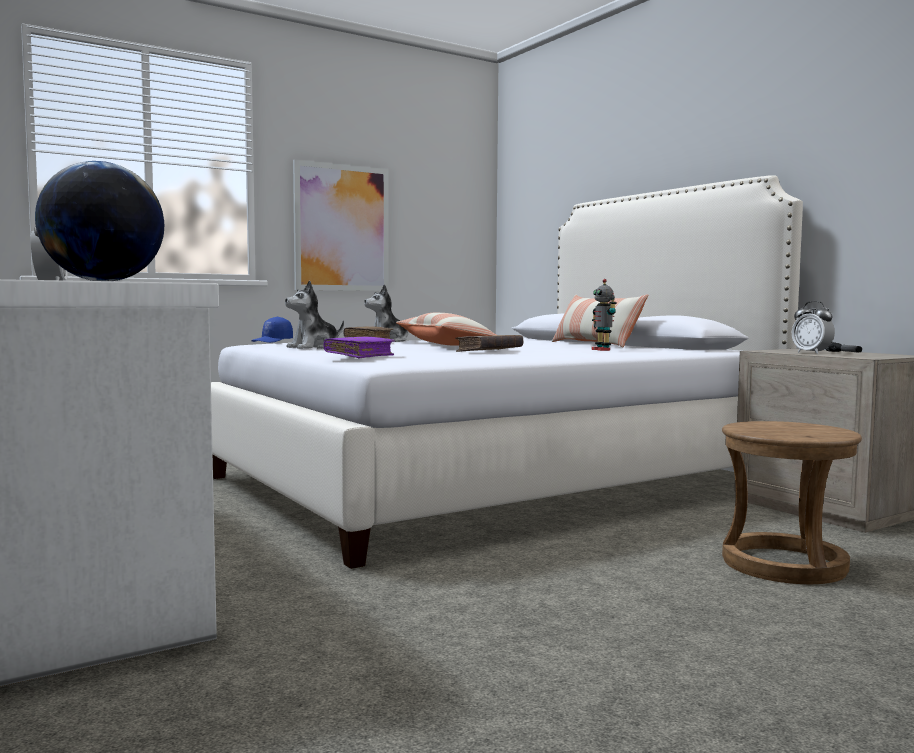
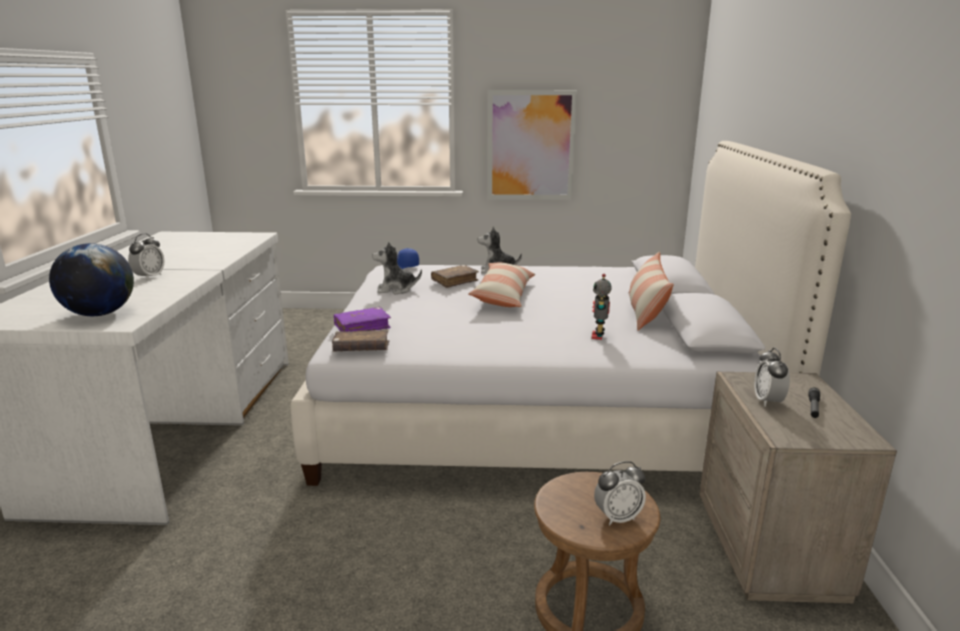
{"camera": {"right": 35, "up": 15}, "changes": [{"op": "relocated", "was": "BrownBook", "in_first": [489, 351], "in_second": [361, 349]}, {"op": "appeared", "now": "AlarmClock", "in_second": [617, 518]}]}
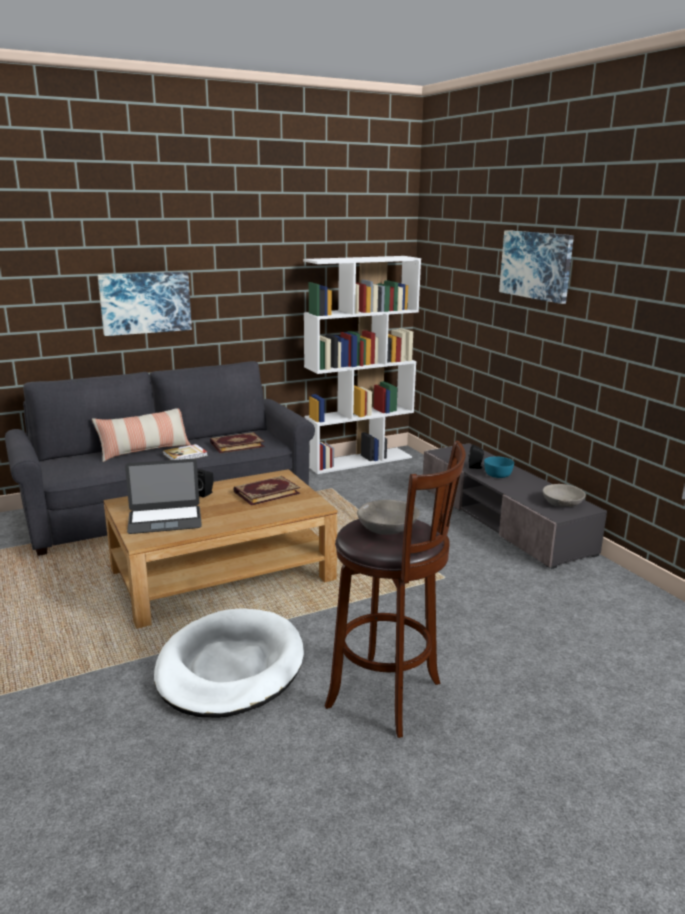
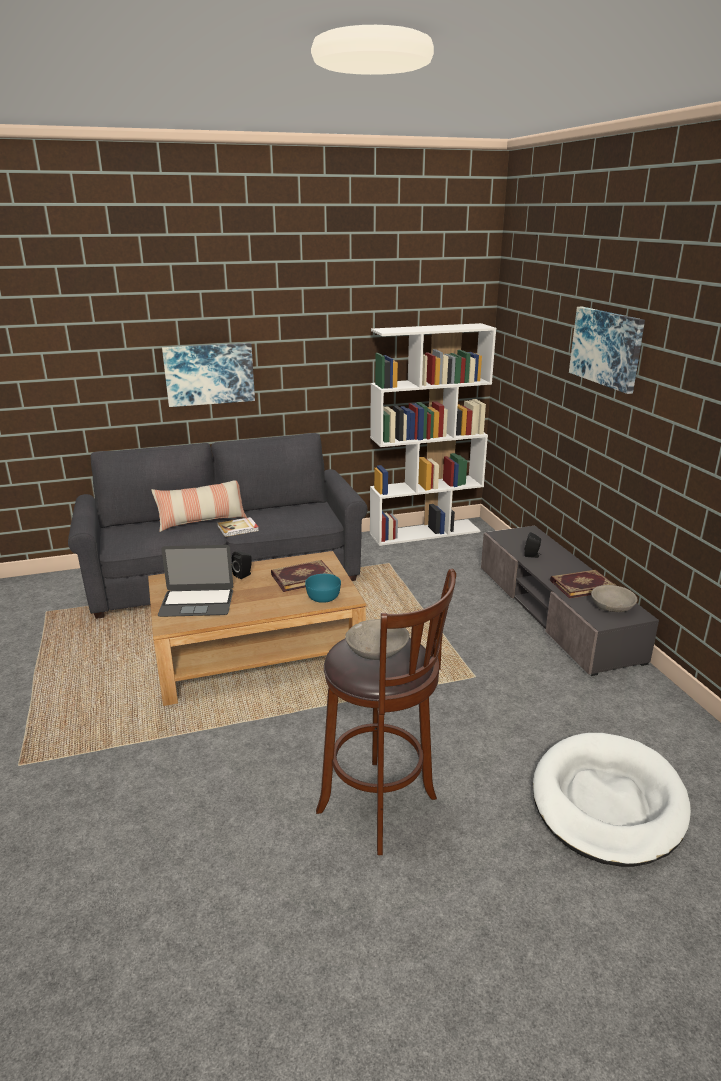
{"camera": {"right": 10, "up": 5}, "changes": [{"op": "relocated", "was": "Book", "in_first": [236, 444], "in_second": [581, 585]}, {"op": "relocated", "was": "TurquoiseBowl", "in_first": [497, 475], "in_second": [322, 597]}, {"op": "relocated", "was": "WhiteDogBed", "in_first": [230, 667], "in_second": [607, 802]}]}
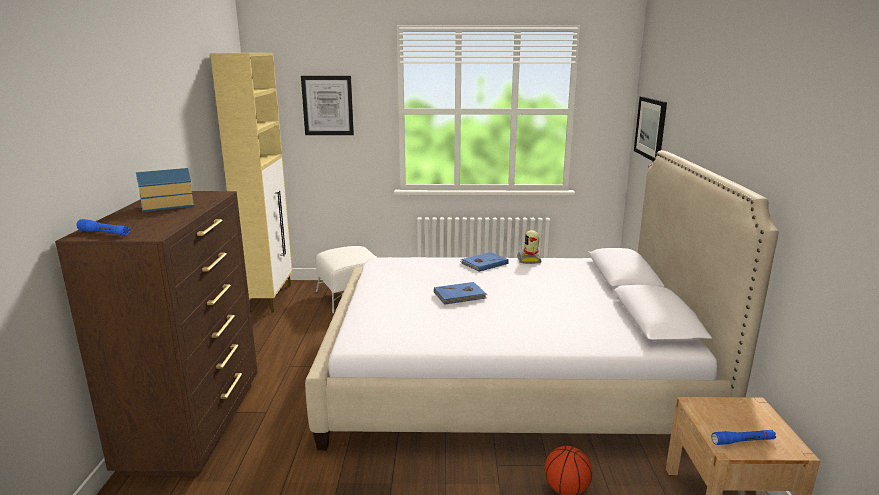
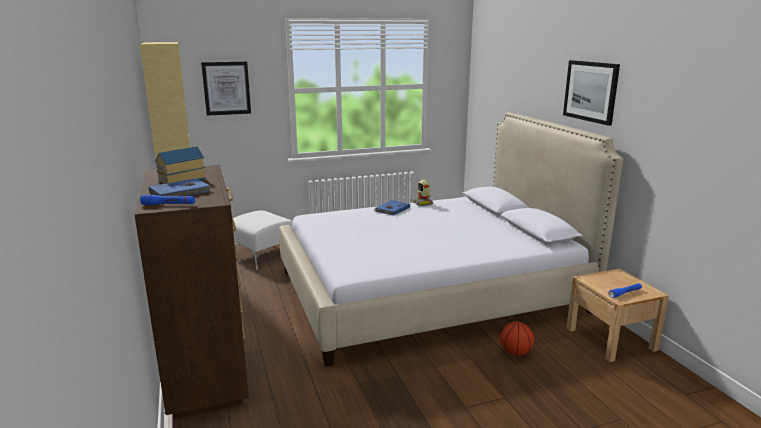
{"camera": {"right": -20, "up": 0}, "changes": [{"op": "relocated", "was": "Picture", "in_first": [651, 128], "in_second": [591, 91]}, {"op": "relocated", "was": "BlueBook", "in_first": [460, 295], "in_second": [181, 192]}]}
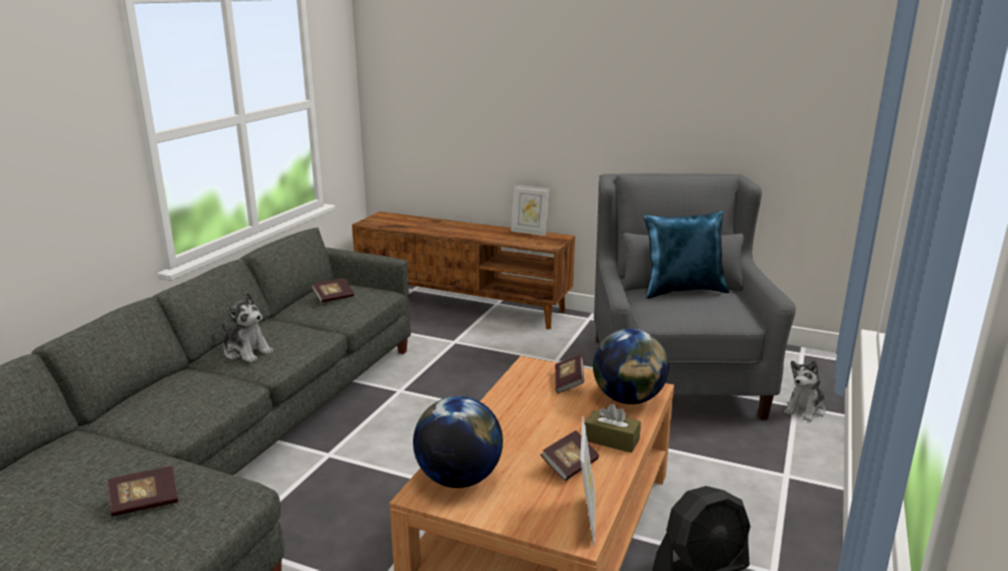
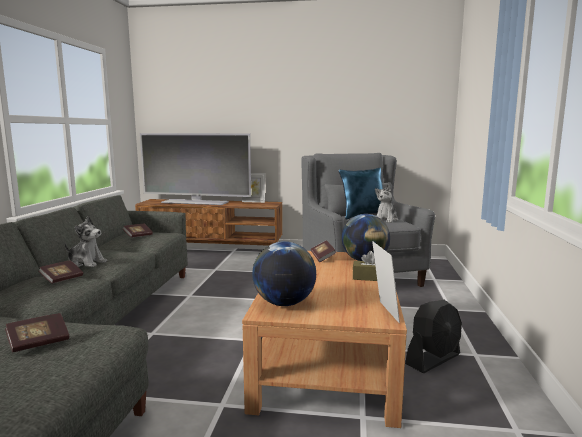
{"camera": {"right": -15, "up": -10}, "changes": [{"op": "relocated", "was": "PlushToy", "in_first": [805, 409], "in_second": [386, 220]}, {"op": "relocated", "was": "Book", "in_first": [570, 466], "in_second": [62, 279]}, {"op": "appeared", "now": "Television", "in_second": [195, 202]}]}
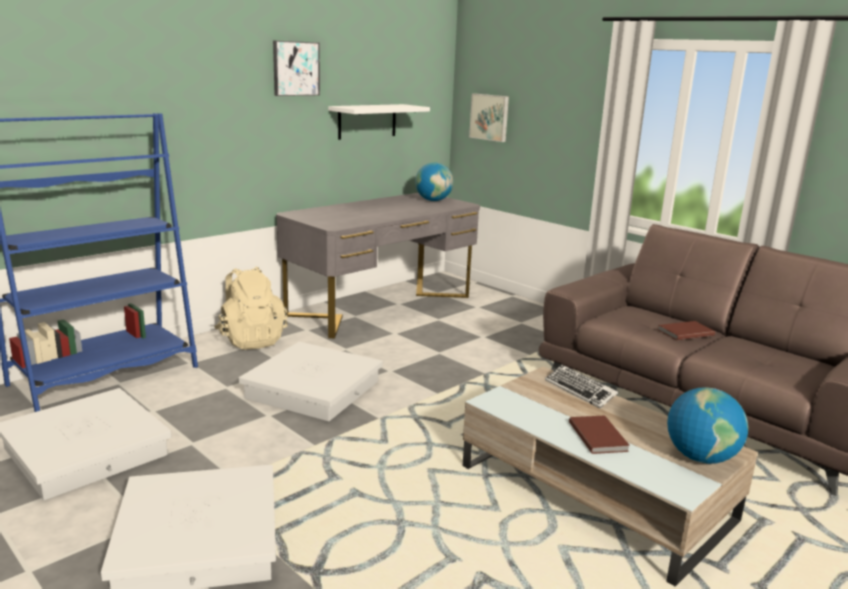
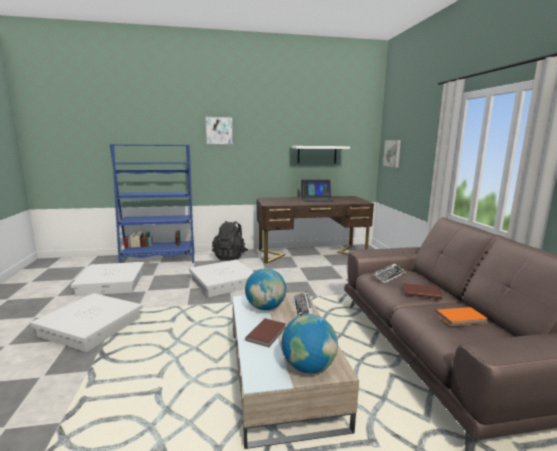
{"camera": {"right": 35, "up": -5}, "changes": [{"op": "relocated", "was": "Picture", "in_first": [295, 68], "in_second": [219, 130]}, {"op": "relocated", "was": "Globe", "in_first": [433, 200], "in_second": [265, 308]}, {"op": "colour", "was": "GreyDesk", "now": "BrownDesk", "in_first": [381, 305], "in_second": [311, 254]}, {"op": "colour", "was": "BeigeBackpack", "now": "BlackBackpack", "in_first": [251, 340], "in_second": [230, 257]}, {"op": "appeared", "now": "Laptop", "in_second": [316, 199]}, {"op": "appeared", "now": "Keyboard", "in_second": [389, 276]}, {"op": "appeared", "now": "OrangeBook", "in_second": [461, 318]}]}
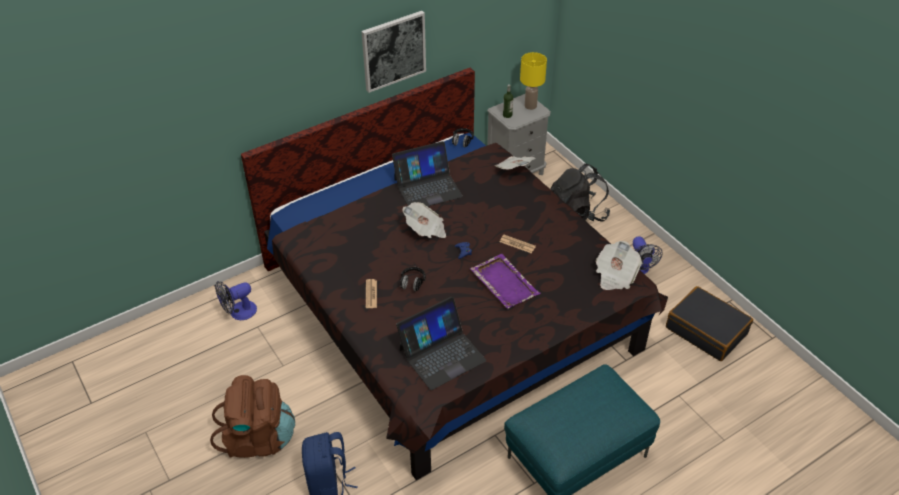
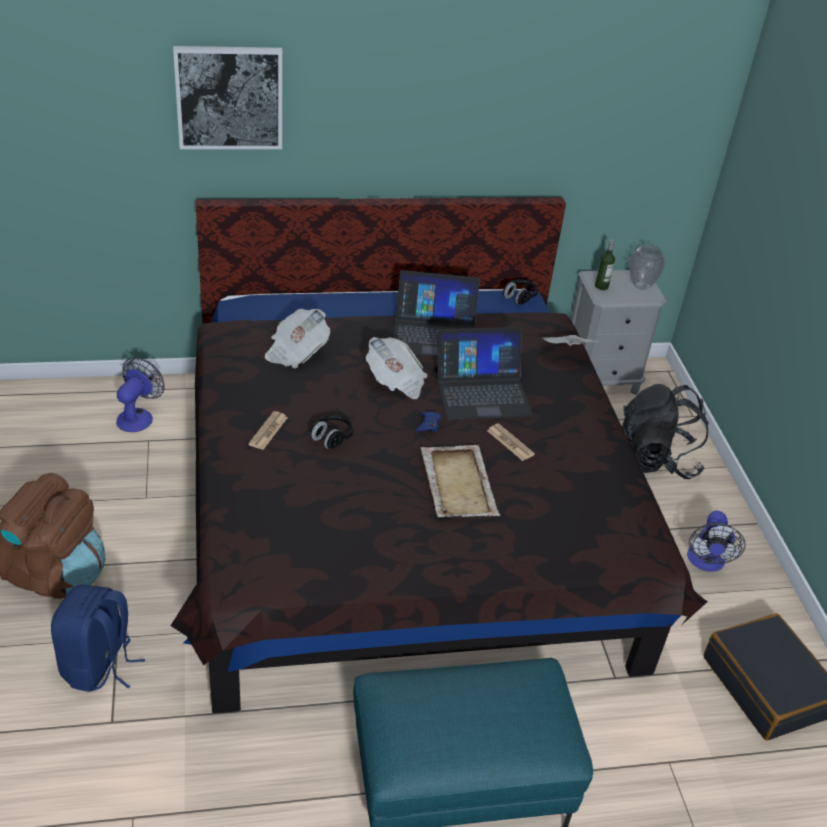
{"camera": {"right": 20, "up": -5}, "changes": [{"op": "relocated", "was": "Picture", "in_first": [393, 50], "in_second": [229, 97]}, {"op": "exchanged", "was": "YellowTableLamp", "now": "Vase", "in_first": [531, 106], "in_second": [641, 286]}, {"op": "relocated", "was": "Newspaper", "in_first": [615, 275], "in_second": [296, 352]}, {"op": "colour", "was": "PurpleTray", "now": "BeigeTray", "in_first": [504, 282], "in_second": [458, 483]}, {"op": "spun", "was": "Fan", "in_first": [238, 312], "in_second": [138, 416], "clockwise": 120}, {"op": "relocated", "was": "Laptop", "in_first": [441, 354], "in_second": [482, 392]}]}
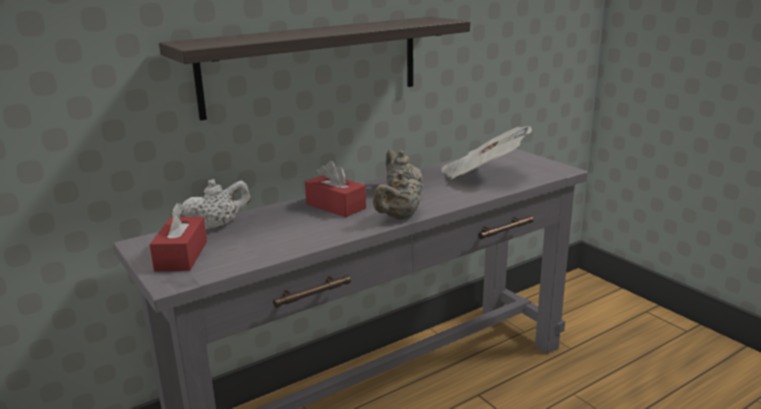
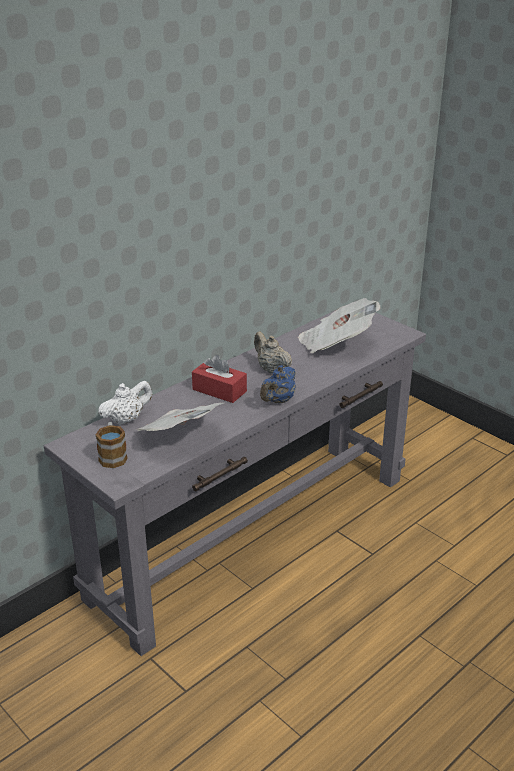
{"camera": {"right": -10, "up": 10}, "changes": [{"op": "missing", "was": "Shelf", "in_first": [313, 65]}, {"op": "colour", "was": "BeigeTeapot", "now": "BlueTeapot", "in_first": [399, 217], "in_second": [278, 400]}, {"op": "exchanged", "was": "RedTissueBox", "now": "Mug", "in_first": [181, 256], "in_second": [112, 455]}, {"op": "appeared", "now": "Newspaper", "in_second": [180, 436]}]}
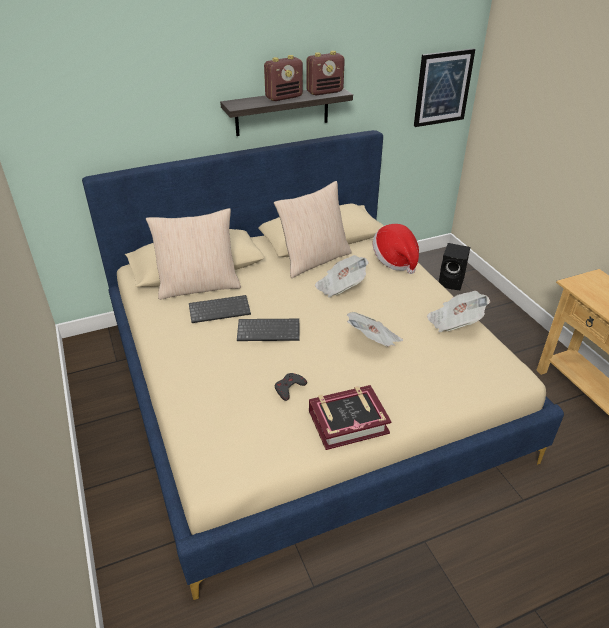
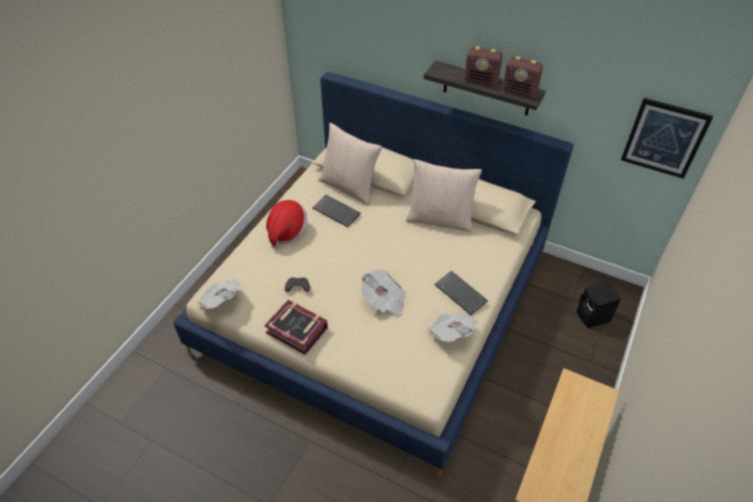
{"camera": {"right": 50, "up": 10}, "changes": [{"op": "relocated", "was": "Hat", "in_first": [395, 260], "in_second": [286, 232]}, {"op": "relocated", "was": "Newspaper", "in_first": [340, 287], "in_second": [220, 300]}, {"op": "relocated", "was": "Keyboard", "in_first": [269, 330], "in_second": [462, 293]}]}
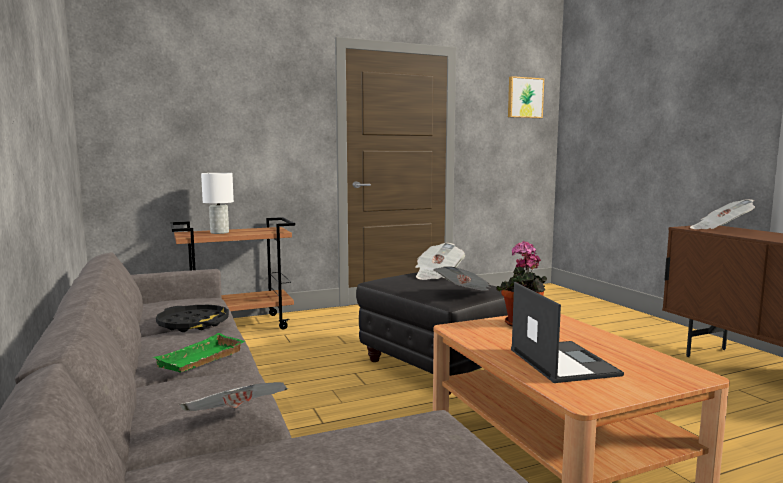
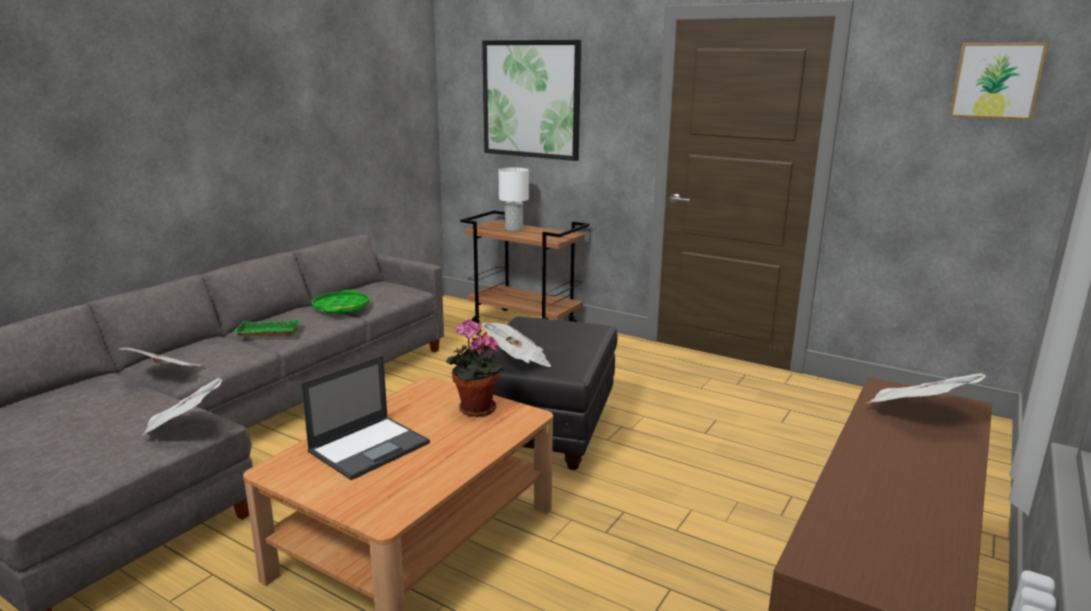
{"camera": {"right": 55, "up": 10}, "changes": [{"op": "relocated", "was": "Newspaper", "in_first": [437, 275], "in_second": [184, 425]}, {"op": "colour", "was": "BlackTray", "now": "GreenTray", "in_first": [193, 324], "in_second": [341, 307]}, {"op": "appeared", "now": "Picture", "in_second": [531, 99]}]}
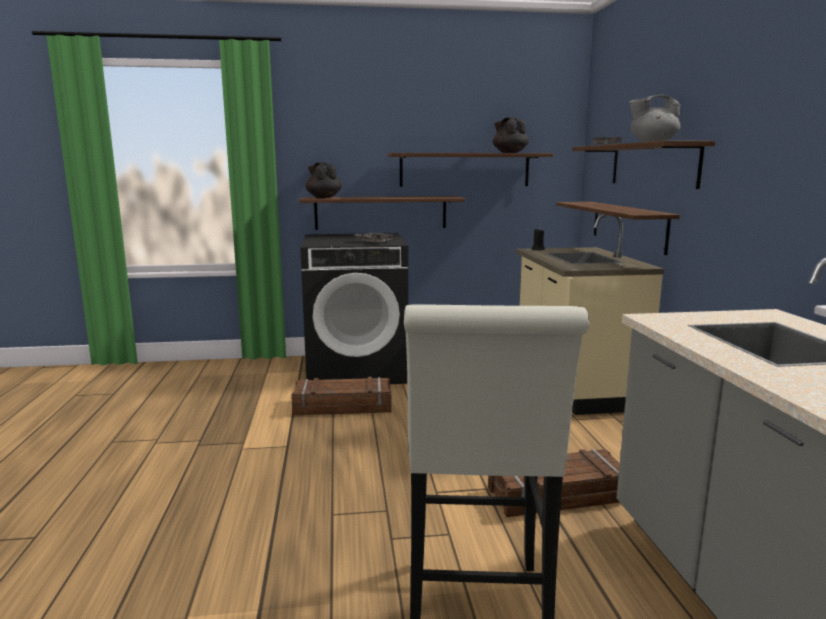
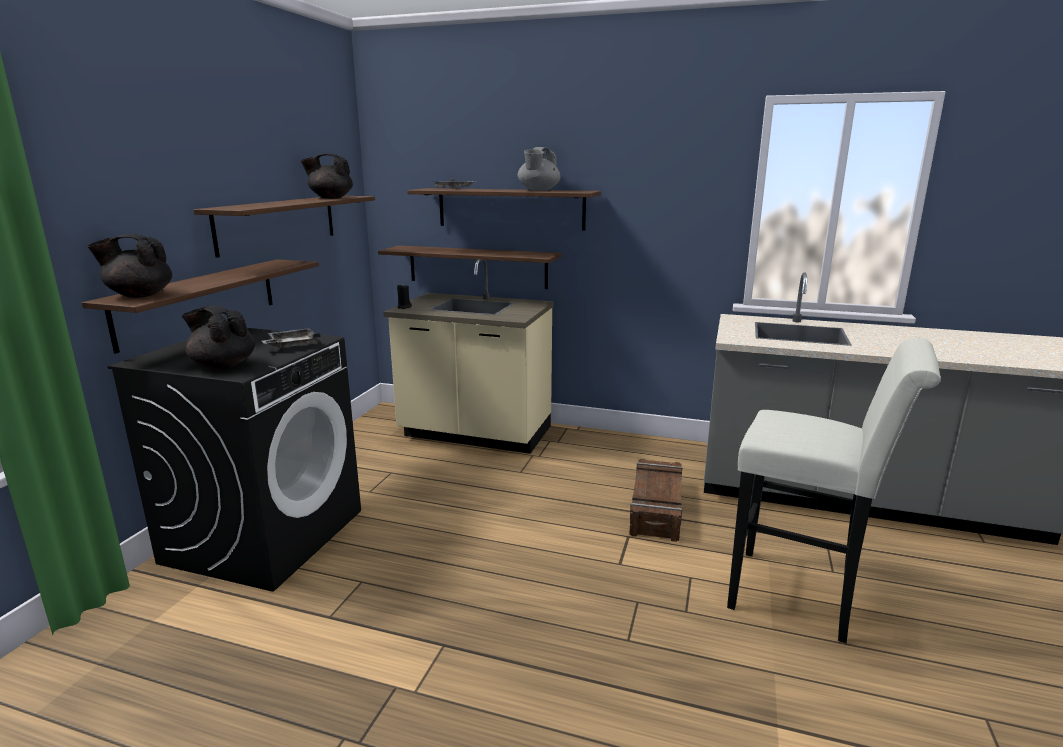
{"camera": {"right": -65, "up": 5}, "changes": [{"op": "missing", "was": "Crate", "in_first": [343, 406]}, {"op": "appeared", "now": "BlackTeapot", "in_second": [223, 365]}]}
